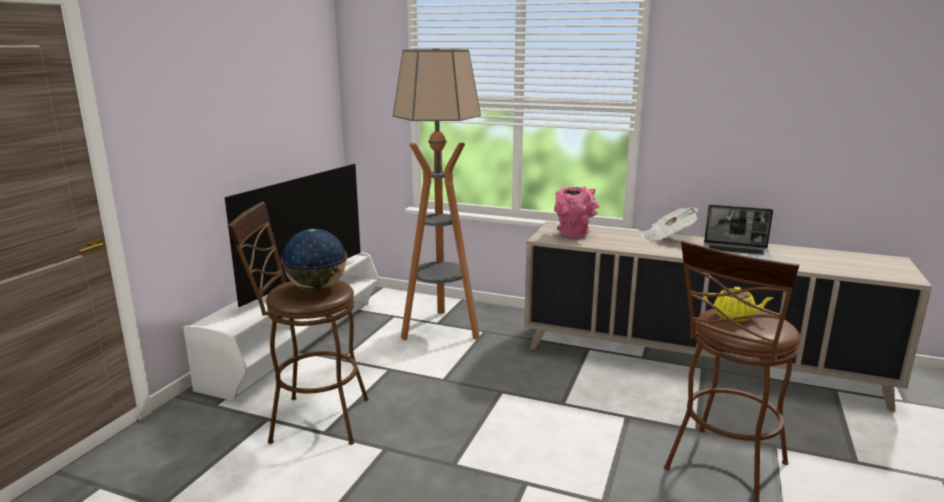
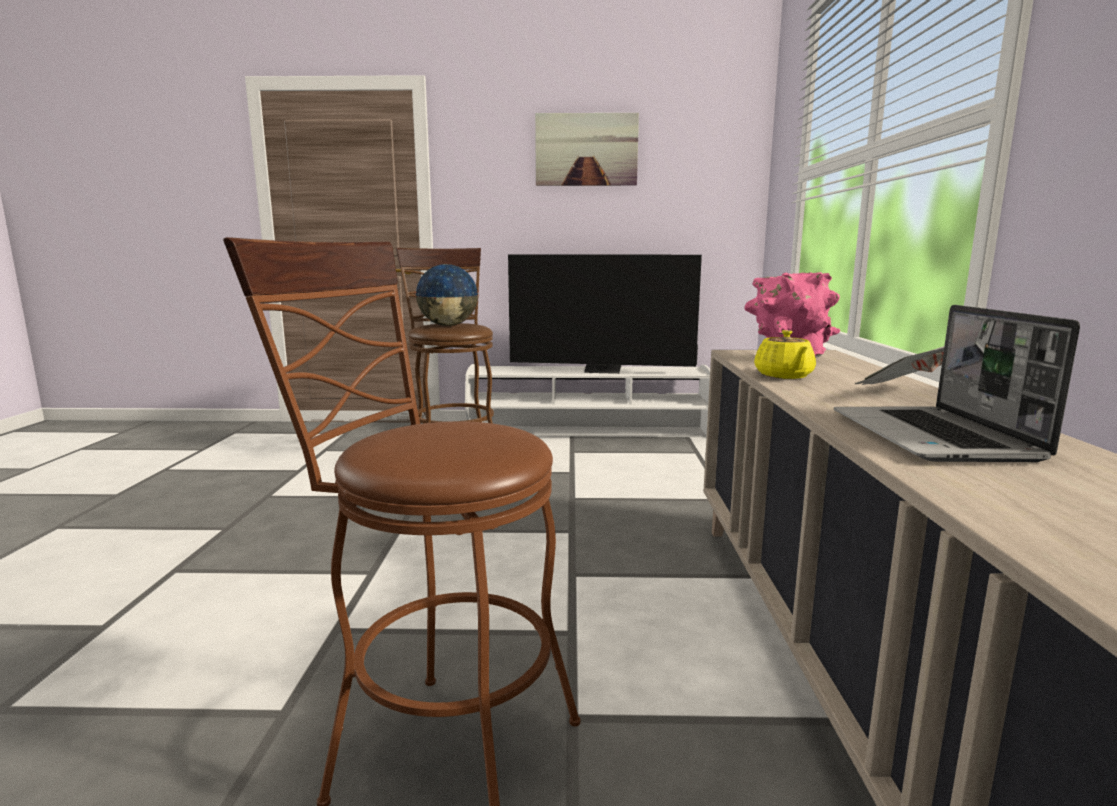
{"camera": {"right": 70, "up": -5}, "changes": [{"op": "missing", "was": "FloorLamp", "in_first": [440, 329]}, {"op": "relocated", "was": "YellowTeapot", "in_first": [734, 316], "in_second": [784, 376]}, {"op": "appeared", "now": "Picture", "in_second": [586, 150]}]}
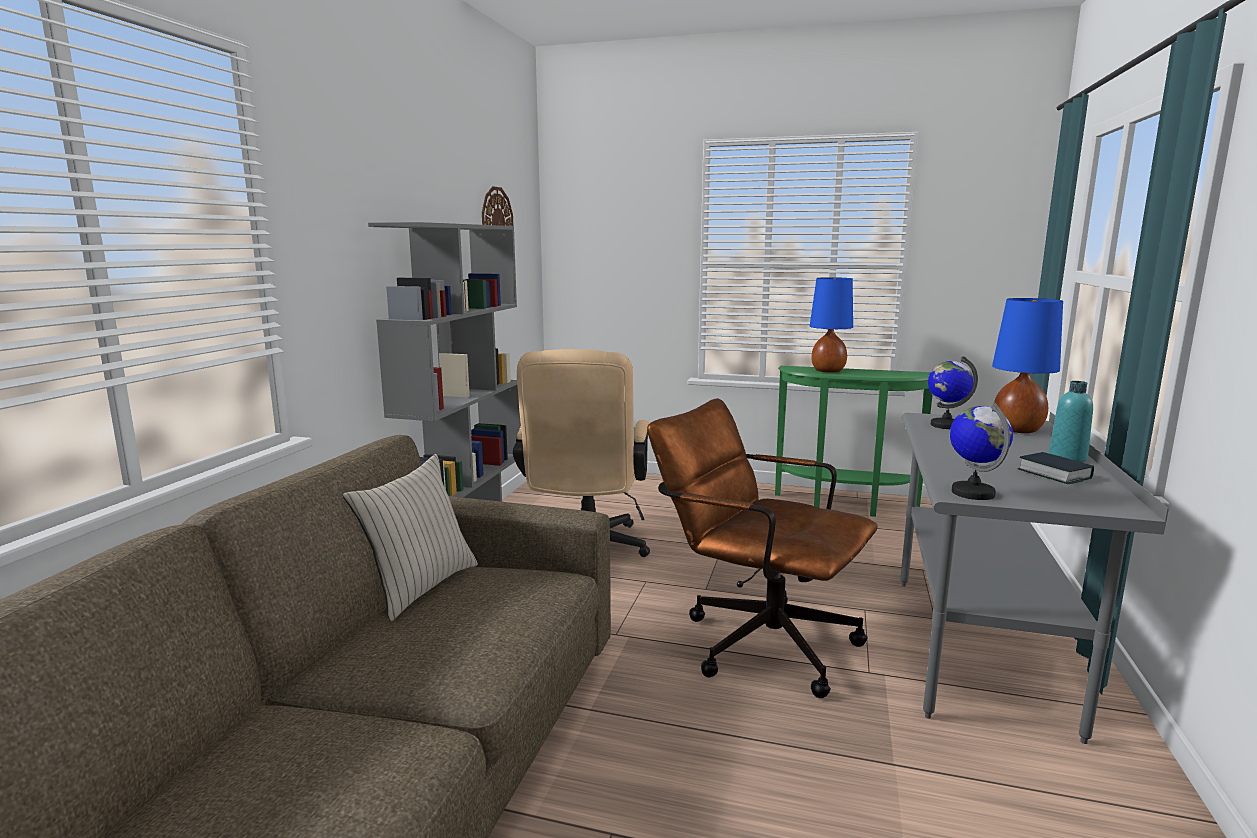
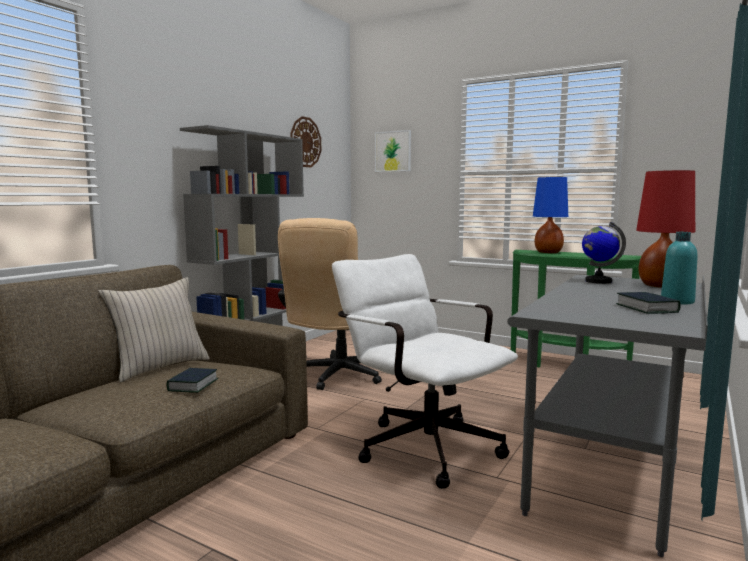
{"camera": {"right": 15, "up": -5}, "changes": [{"op": "colour", "was": "BlueTableLamp", "now": "RedTableLamp", "in_first": [1017, 429], "in_second": [660, 286]}, {"op": "colour", "was": "BrownOfficeChair", "now": "WhiteOfficeChair", "in_first": [756, 640], "in_second": [420, 444]}, {"op": "missing", "was": "Globe", "in_first": [973, 493]}, {"op": "appeared", "now": "Picture", "in_second": [393, 151]}, {"op": "appeared", "now": "Book", "in_second": [193, 385]}]}
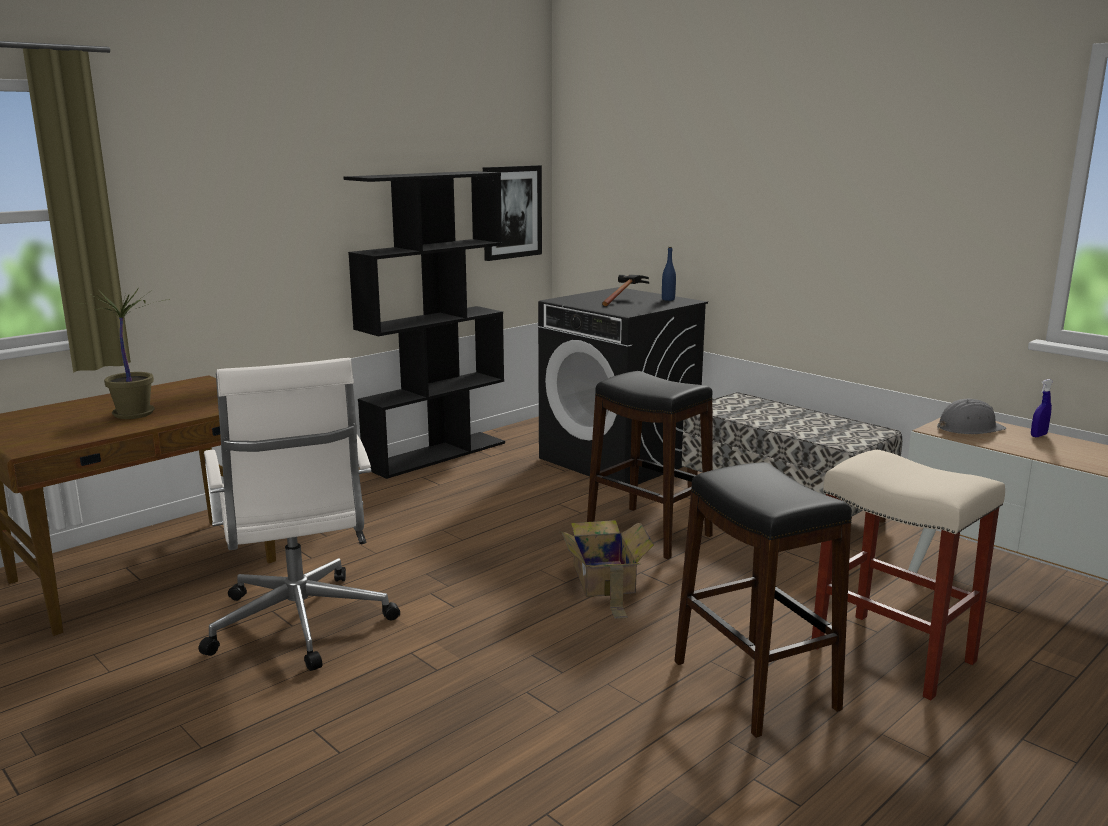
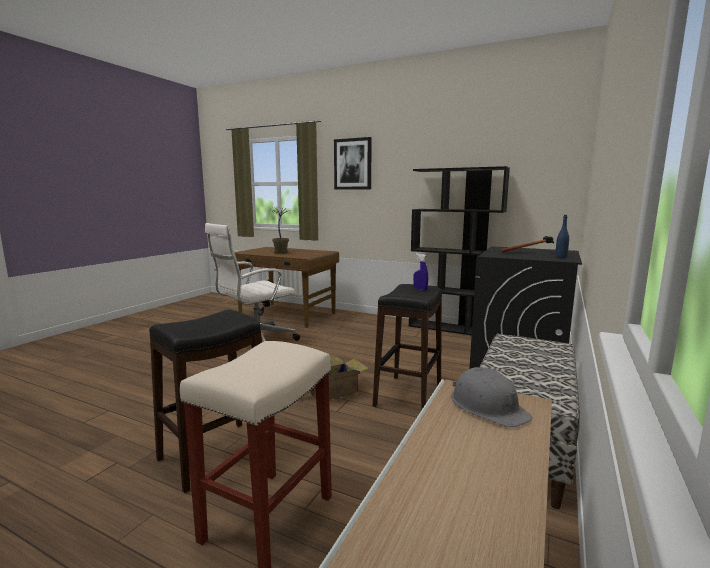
{"camera": {"right": 70, "up": -5}, "changes": [{"op": "relocated", "was": "Picture", "in_first": [511, 212], "in_second": [353, 164]}, {"op": "relocated", "was": "BlueSprayBottle", "in_first": [1038, 435], "in_second": [420, 289]}]}
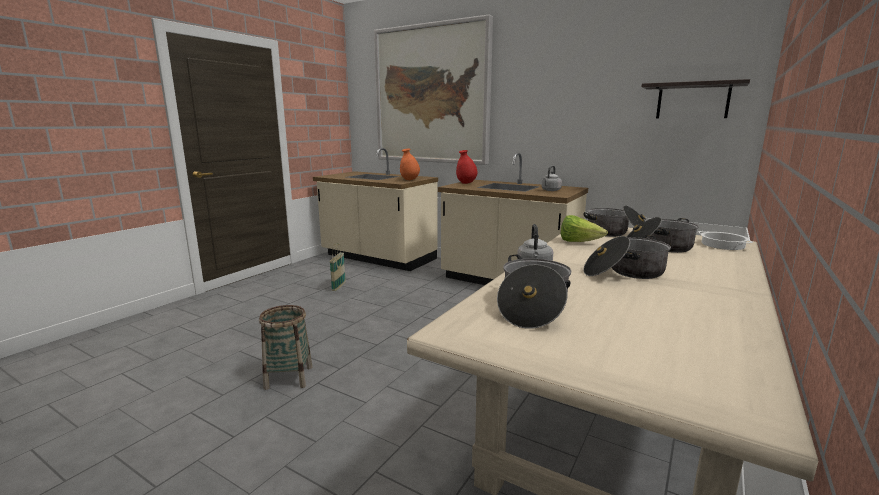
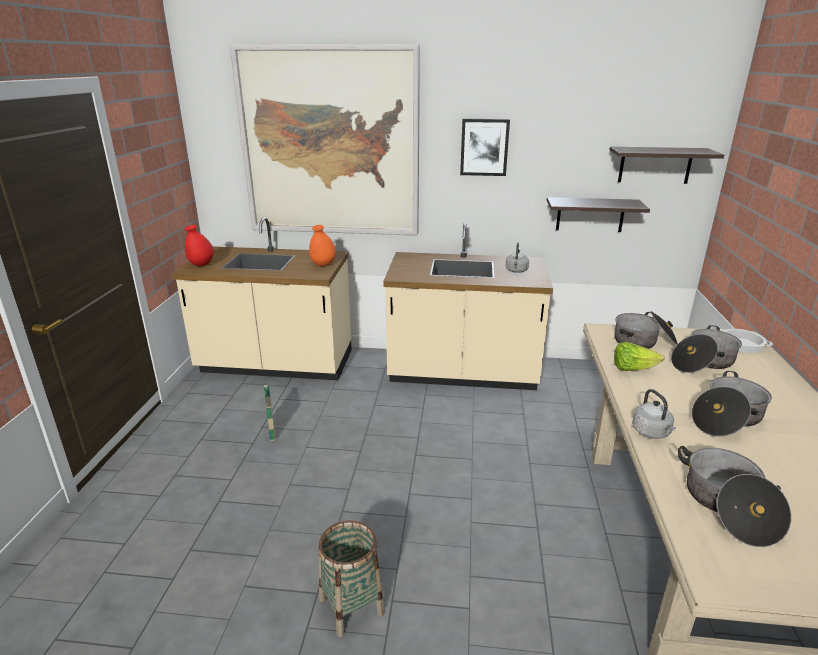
{"camera": {"right": -25, "up": 10}, "changes": [{"op": "relocated", "was": "RedVase", "in_first": [466, 183], "in_second": [201, 265]}, {"op": "appeared", "now": "Picture", "in_second": [484, 147]}, {"op": "appeared", "now": "Shelf", "in_second": [590, 214]}]}
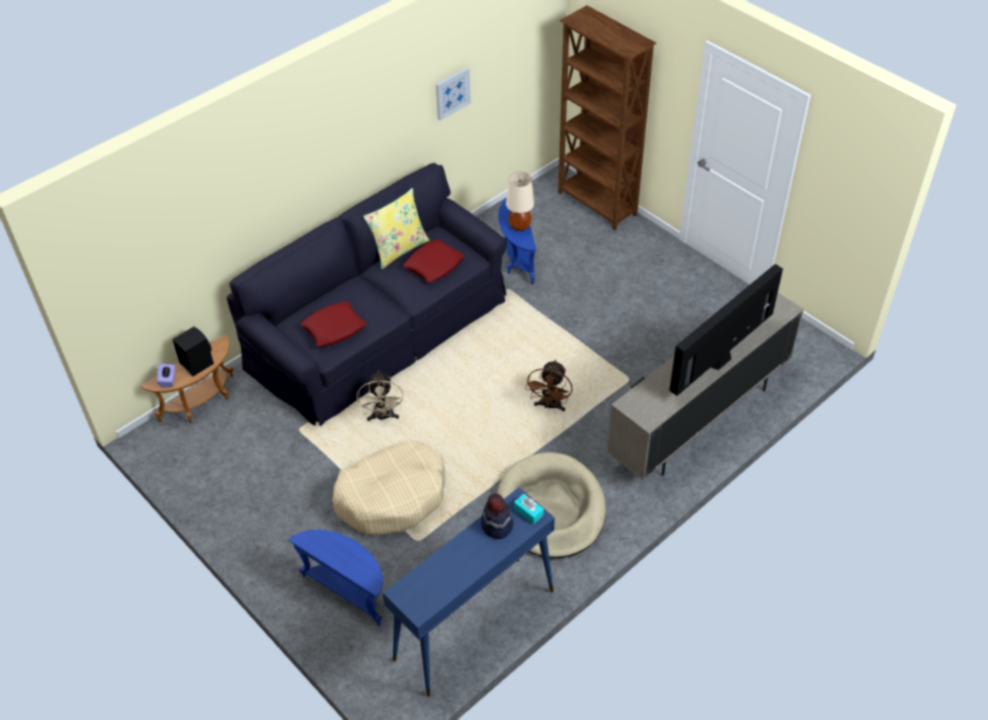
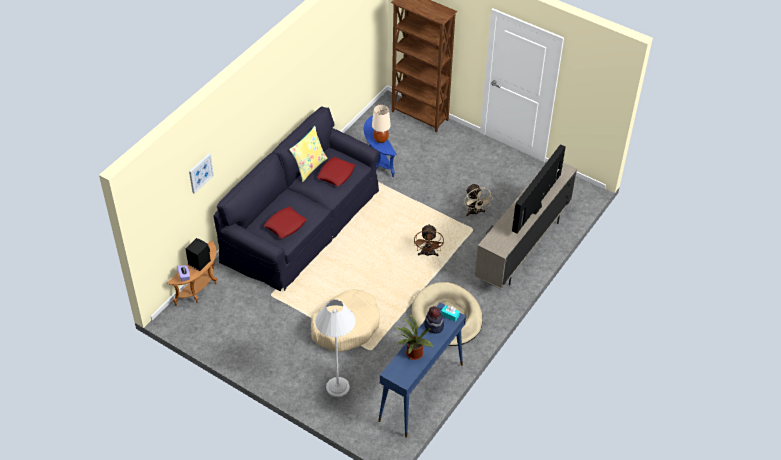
{"camera": {"right": -15, "up": 0}, "changes": [{"op": "relocated", "was": "Picture", "in_first": [452, 93], "in_second": [200, 173]}, {"op": "relocated", "was": "BeigeFan", "in_first": [383, 417], "in_second": [475, 212]}, {"op": "exchanged", "was": "BlueSideTable", "now": "WhiteFloorLamp", "in_first": [348, 591], "in_second": [337, 387]}, {"op": "appeared", "now": "PottedPlant", "in_second": [413, 355]}]}
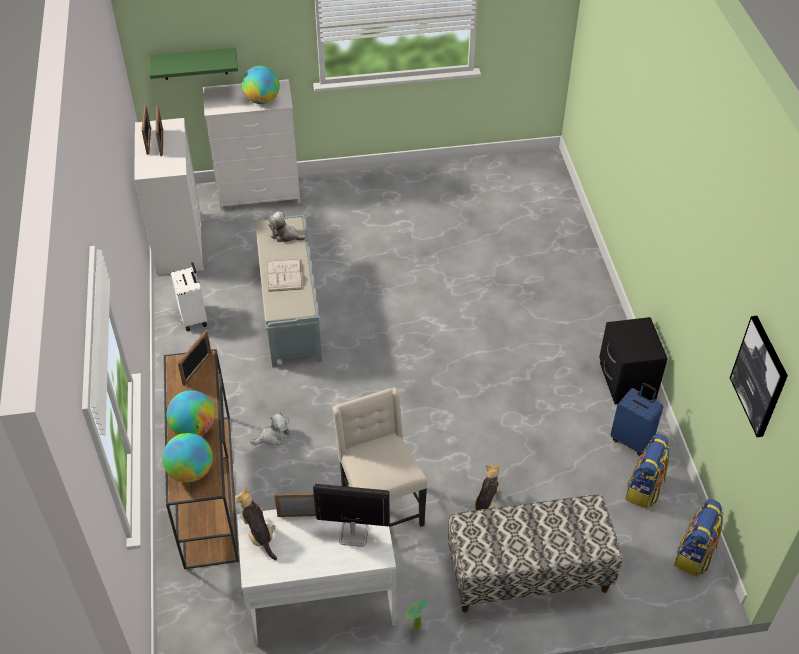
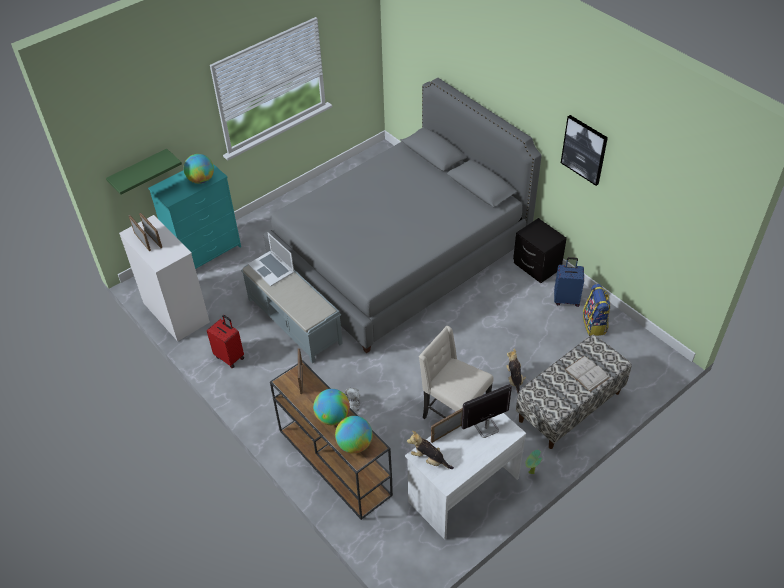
{"camera": {"right": -30, "up": 0}, "changes": [{"op": "colour", "was": "WhiteDresser", "now": "TurquoiseDresser", "in_first": [260, 192], "in_second": [206, 252]}, {"op": "exchanged", "was": "PlushToy", "now": "Laptop", "in_first": [285, 235], "in_second": [271, 268]}, {"op": "relocated", "was": "WhiteBook", "in_first": [284, 275], "in_second": [586, 373]}, {"op": "colour", "was": "WhiteSuitcase", "now": "RedSuitcase", "in_first": [194, 317], "in_second": [230, 357]}, {"op": "relocated", "was": "Picture", "in_first": [760, 376], "in_second": [584, 149]}, {"op": "missing", "was": "Backpack", "in_first": [694, 555]}, {"op": "appeared", "now": "GreyBed", "in_second": [400, 255]}]}
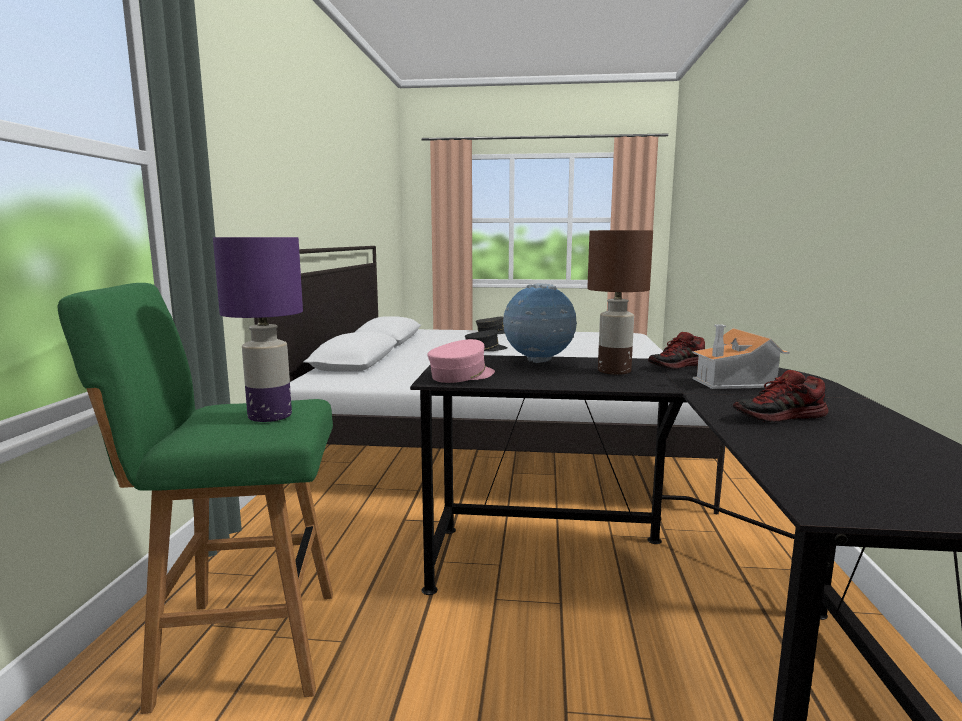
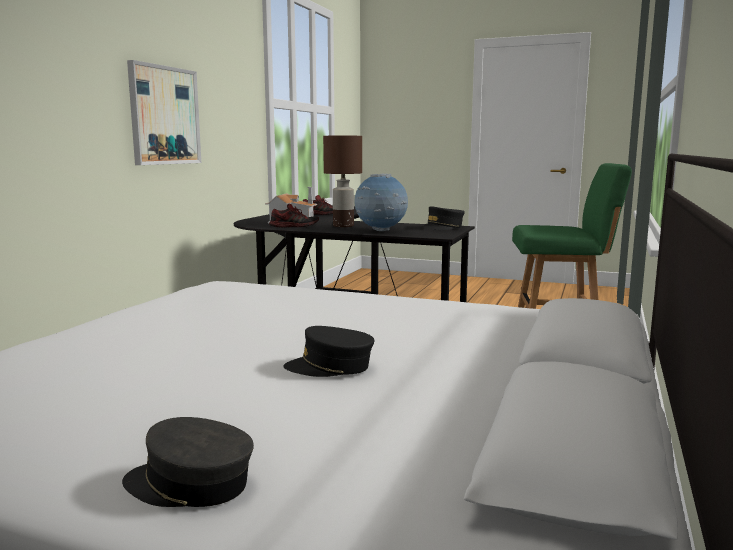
{"camera": {"right": -165, "up": 0}, "changes": [{"op": "missing", "was": "PurpleTableLamp", "in_first": [270, 416]}, {"op": "colour", "was": "PinkCap", "now": "BlackCap", "in_first": [461, 376], "in_second": [442, 227]}, {"op": "appeared", "now": "Picture", "in_second": [164, 115]}]}
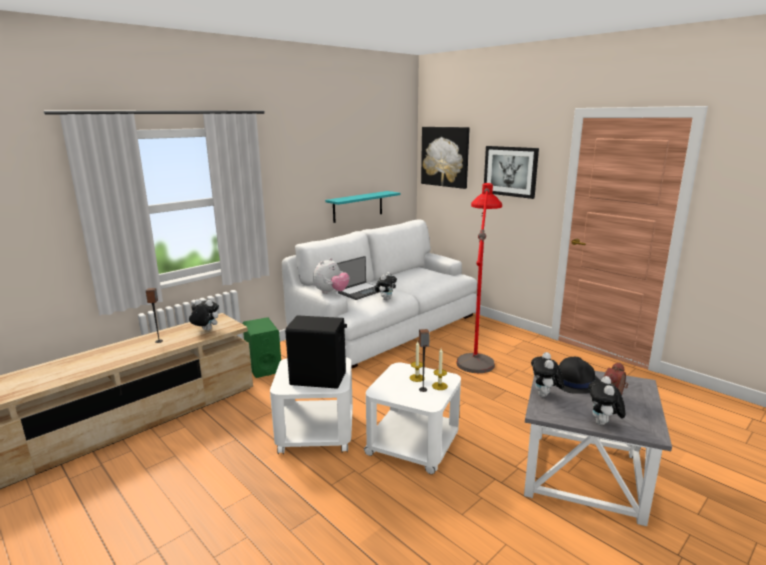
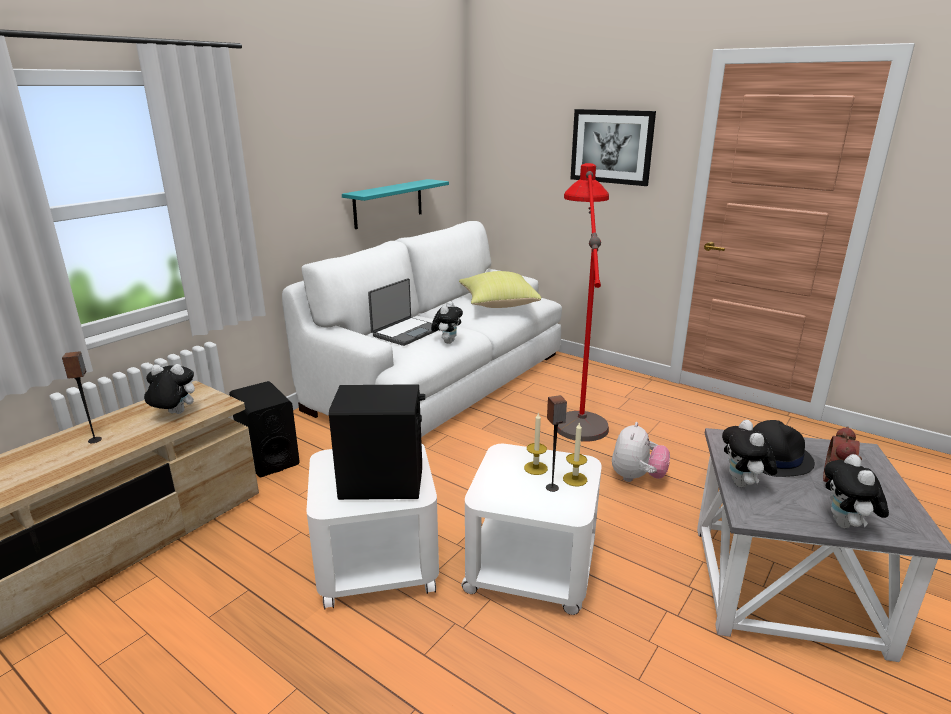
{"camera": {"right": -10, "up": 5}, "changes": [{"op": "missing", "was": "Picture", "in_first": [445, 156]}, {"op": "relocated", "was": "PlushToy", "in_first": [331, 292], "in_second": [637, 477]}, {"op": "colour", "was": "GreenSpeaker", "now": "BlackSpeaker", "in_first": [263, 367], "in_second": [269, 458]}, {"op": "appeared", "now": "YellowPillow", "in_second": [497, 304]}]}
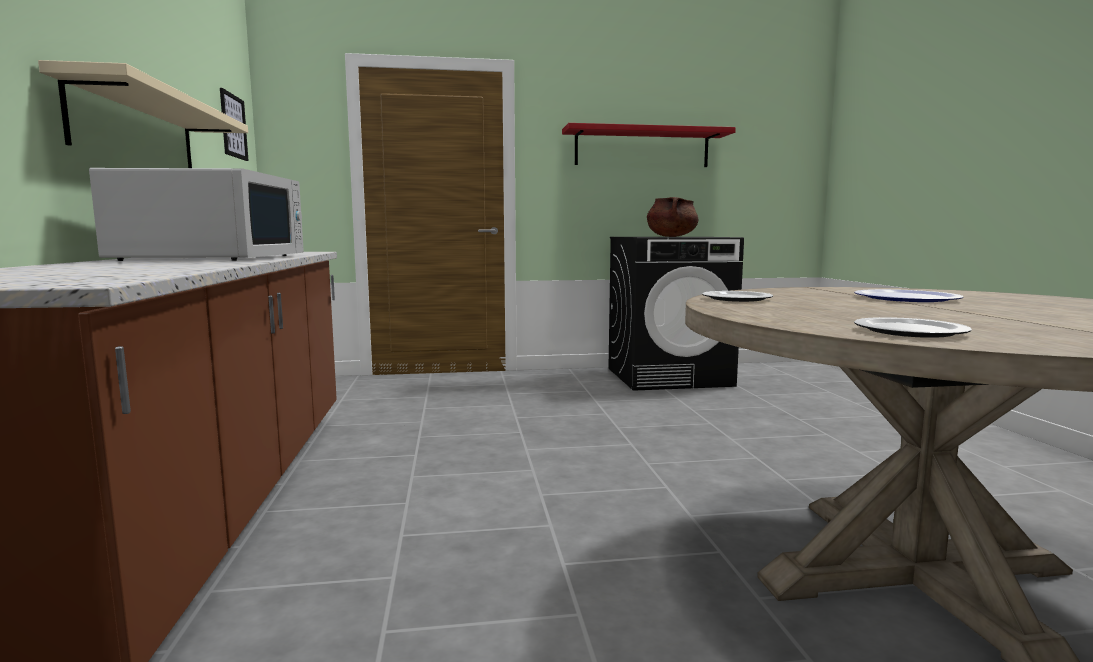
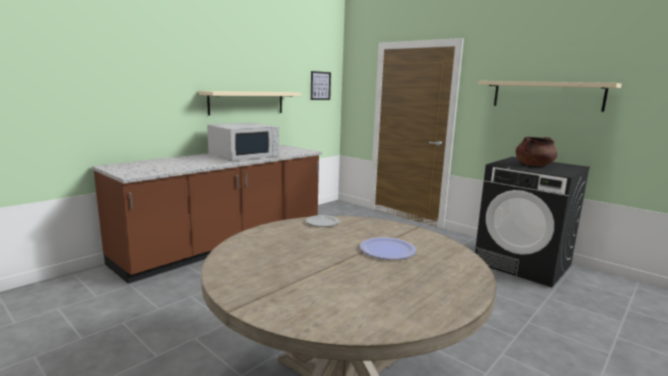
{"camera": {"right": 50, "up": 5}, "changes": [{"op": "colour", "was": "RedShelf", "now": "BeigeShelf", "in_first": [642, 148], "in_second": [546, 95]}, {"op": "missing", "was": "Plate", "in_first": [911, 332]}]}
